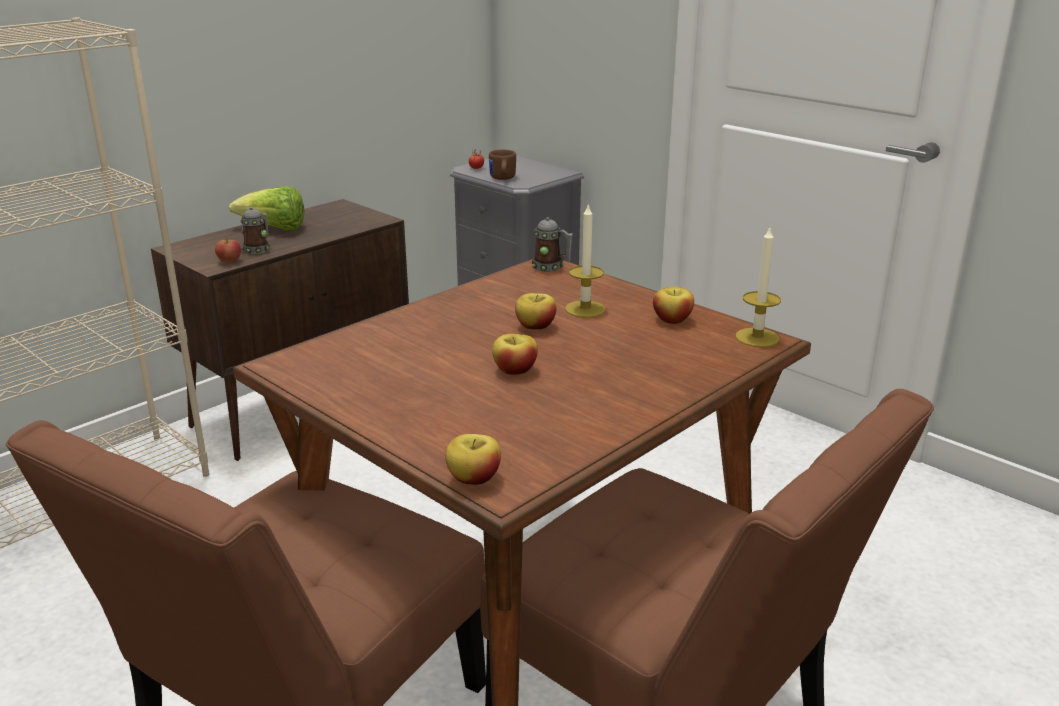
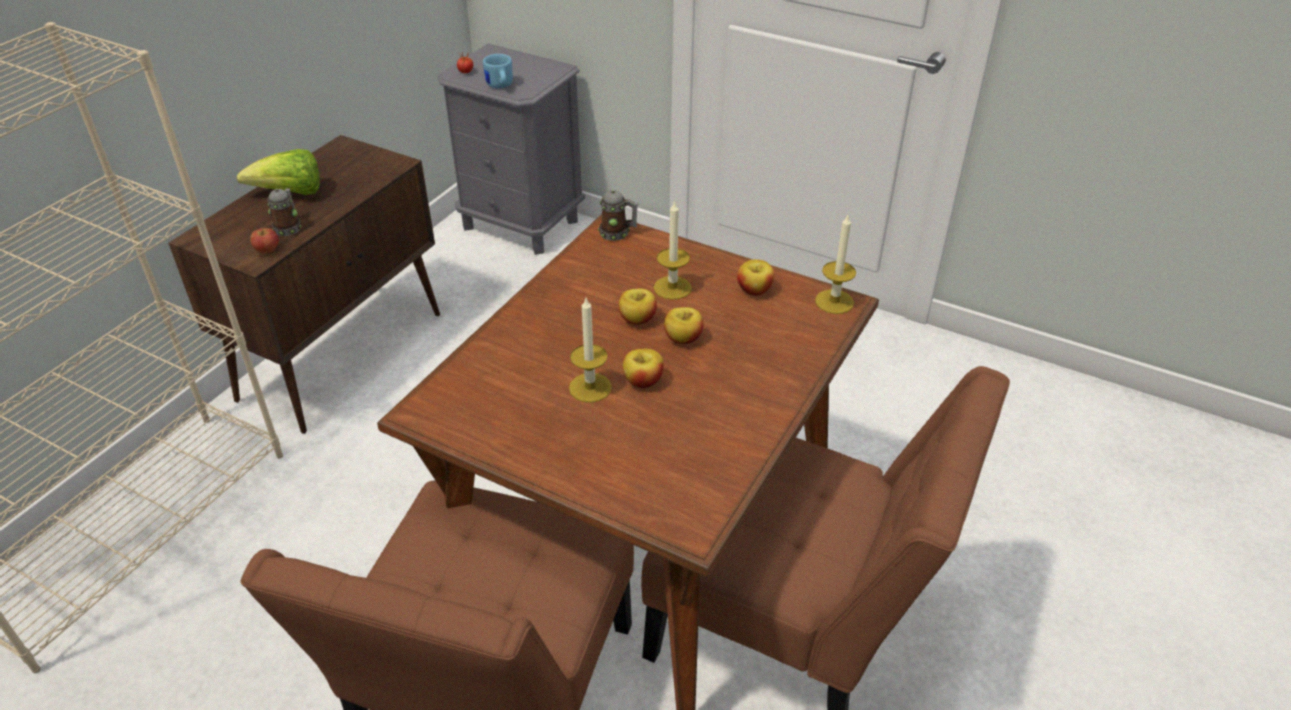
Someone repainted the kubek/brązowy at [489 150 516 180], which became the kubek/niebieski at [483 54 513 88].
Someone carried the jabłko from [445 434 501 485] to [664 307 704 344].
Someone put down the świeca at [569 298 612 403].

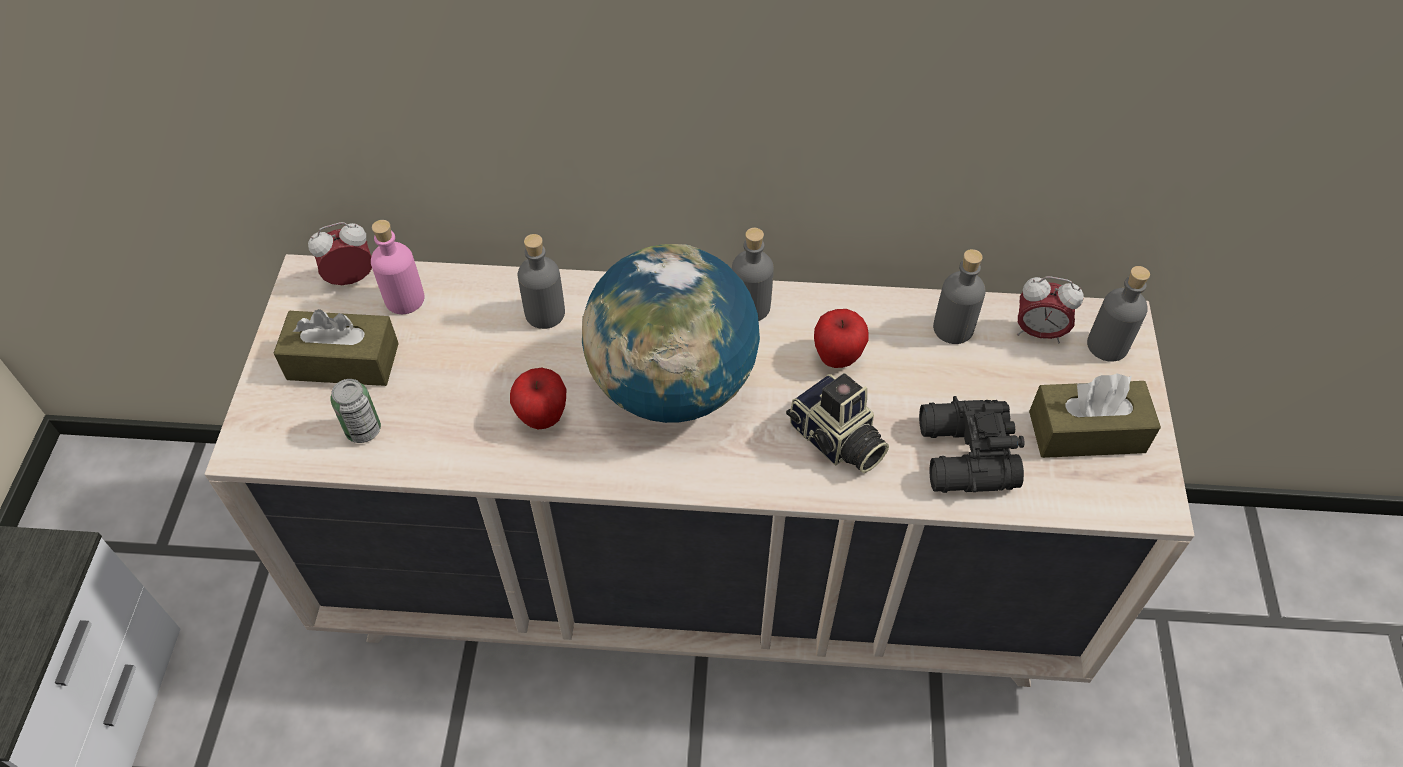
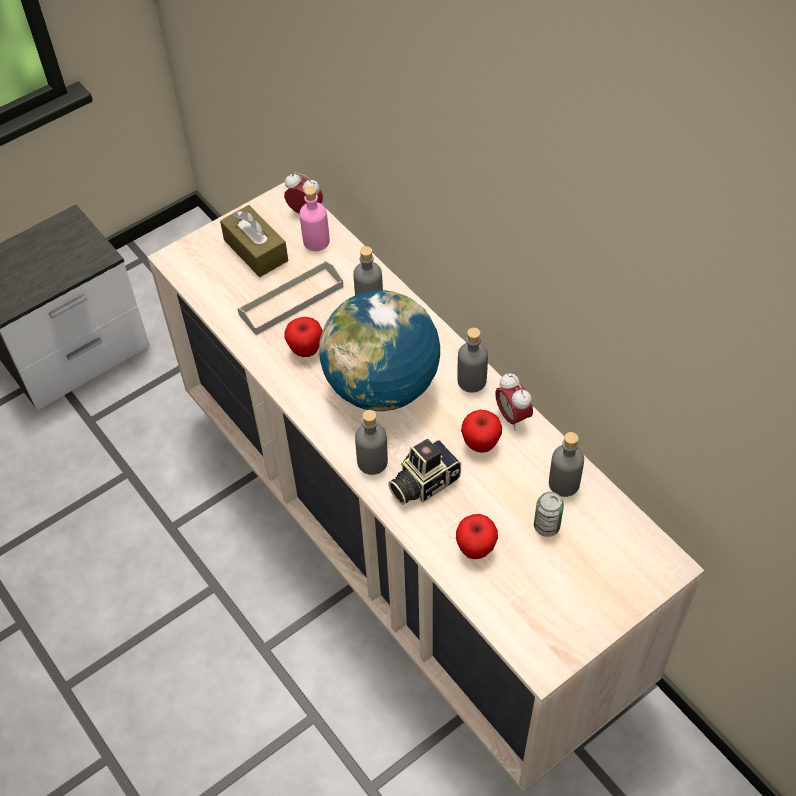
Someone carried the butelka/szary from [1087 266 1150 362] to [355 410 388 475].
Someone carried the budzik from [1017 276 1084 344] to [495 373 533 430].
Someone rotated the aparat fotograficzny at [786 373 889 473] by 45 degrees clockwise.
Someone took away the pudełko chusteczek/brązowy at [1029 373 1161 458].
Someone carried the puszka from [330 379 381 443] to [534 492 564 537].
Someone swapped the lornetka/czarny at [919 396 1025 493] for the jabłko at [456 514 498 559].
Someone put down the taca/szary at [237 261 343 335].

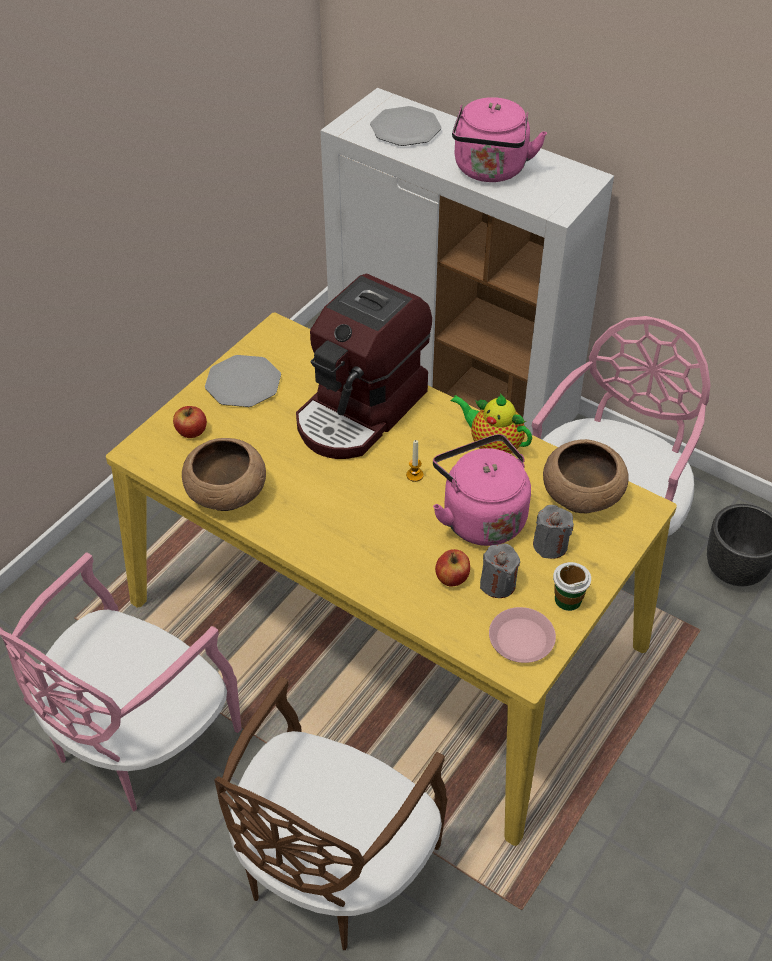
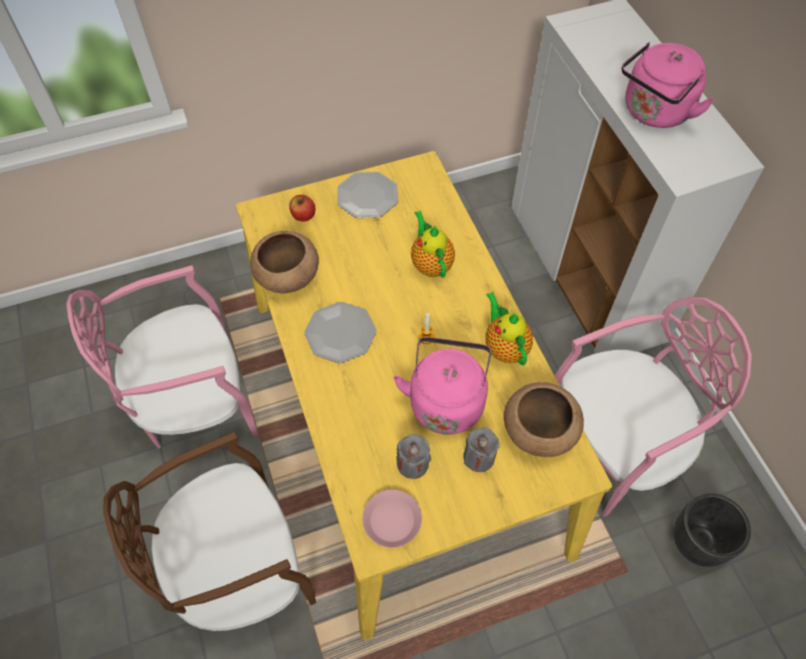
Someone carried the talerz from [370 106 442 146] to [304 302 376 363].
Someone swapped the ekspres do kawy at [296 274 432 459] for the imbryk at [411 211 455 278].
Someone took away the jabłko at [435 549 470 586].
Someone took away the filiżanka at [553 562 591 611].

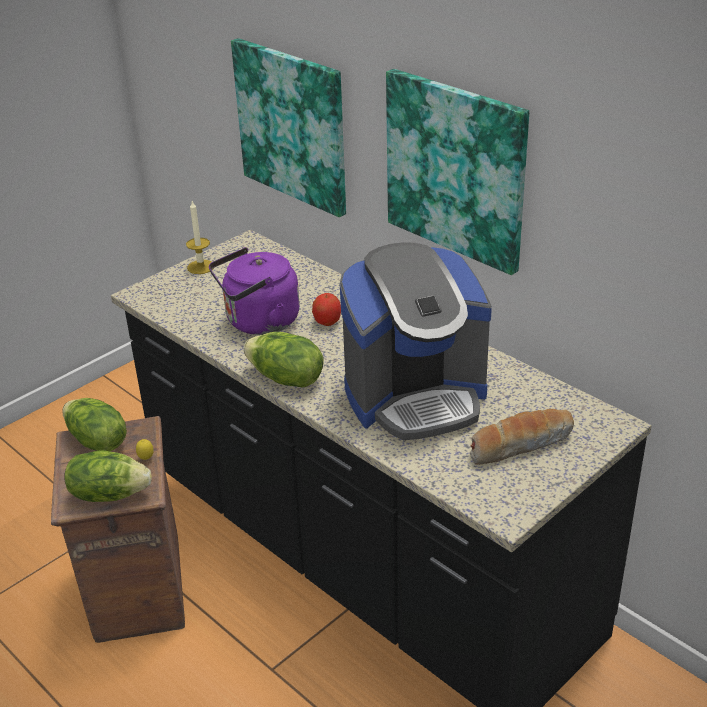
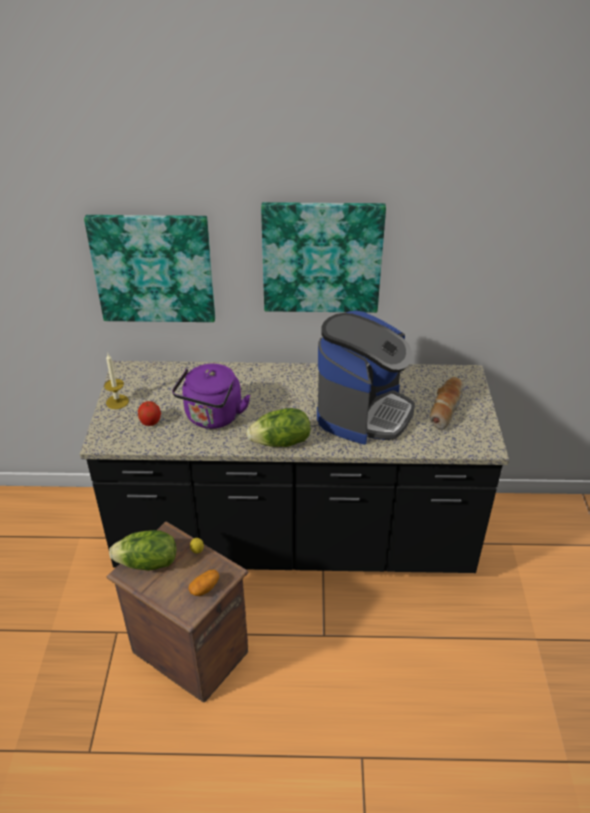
Someone carried the jabłko from [312 293 341 326] to [138 401 161 426].
Someone swapped the sałata at [64 450 152 502] for the ziemniak at [188 569 219 596].

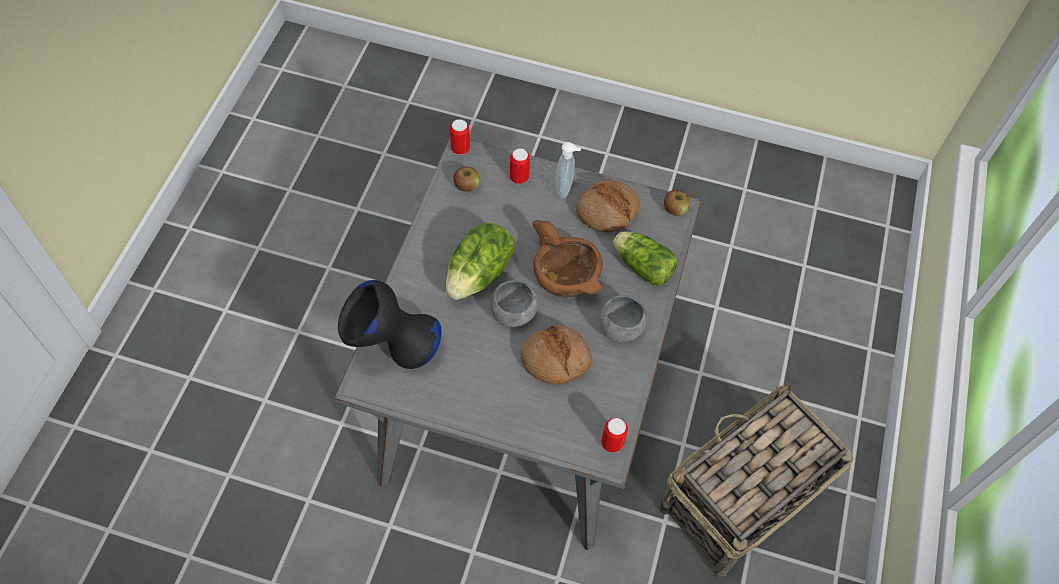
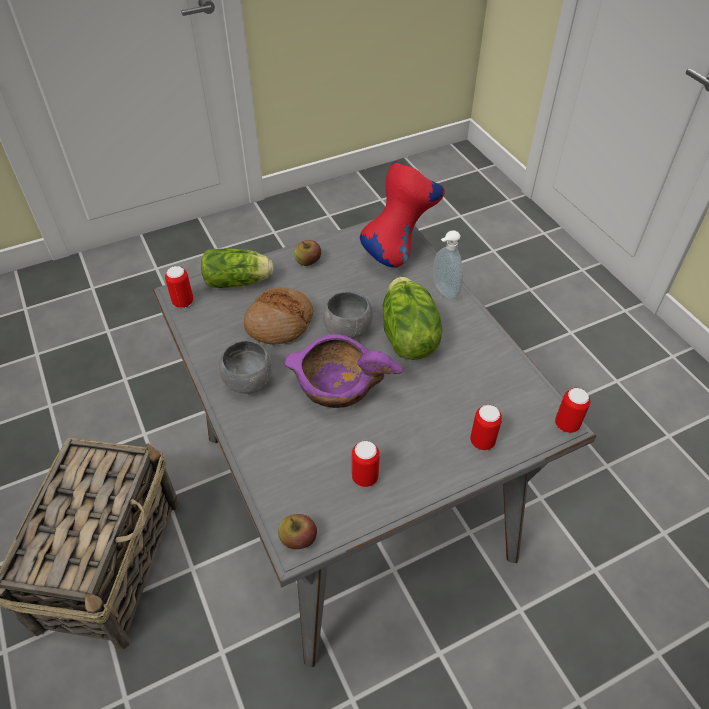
Someone carried the dozownik mydła from [556 142 581 198] to [433 230 463 299].
Someone carried the jabłko from [453 166 480 192] to [294 240 321 266].
Someone swapped the chleb at [576 180 640 233] for the puszka at [352 441 380 487].
Someone repainted the miska/brązowy at [532 220 603 297], which became the miska/fioletowy at [284 334 403 408].
Someone carried the sałata from [613 231 678 286] to [201 248 274 288].
Someone repainted the wazon/czarny at [338 280 442 369], which became the wazon/czerwony at [360 161 445 268].

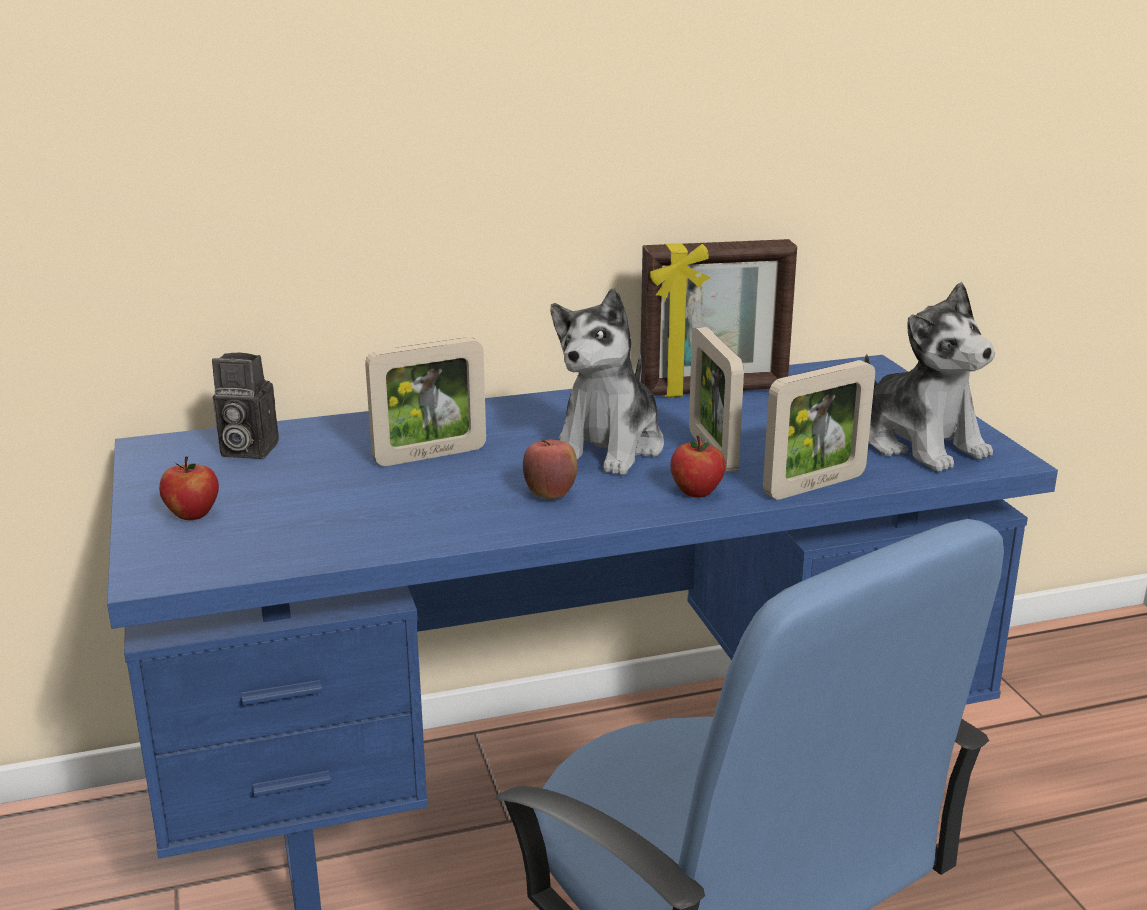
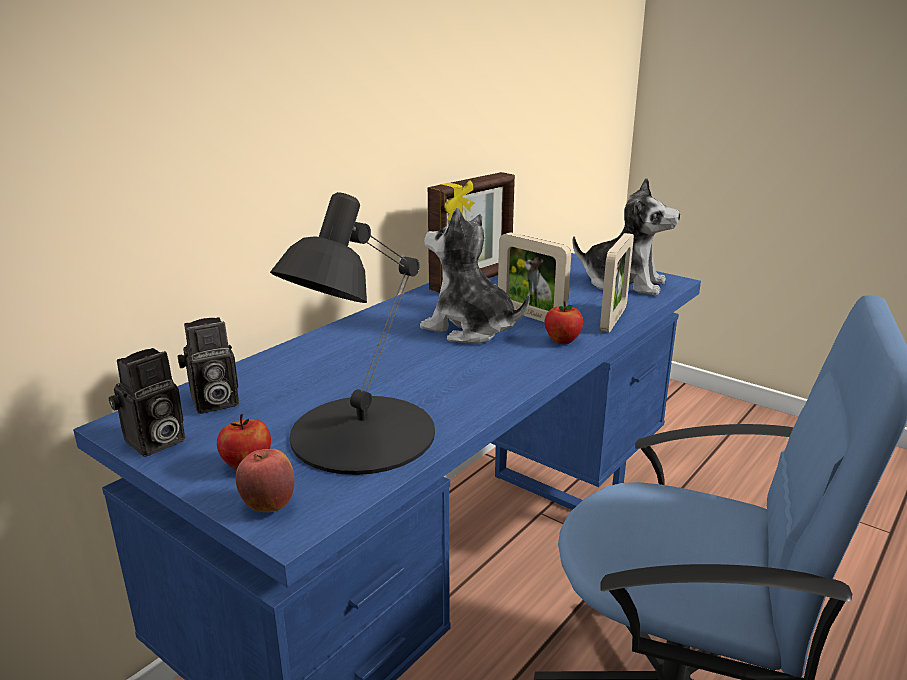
Someone rotated the pluszak at [551 288 664 475] by 135 degrees clockwise.
Someone took away the ramka na zdjęcie at [365 337 486 466].
Someone carried the jabłko from [523 439 578 499] to [236 449 294 512].
Someone put down the lampa stołowa/czarny at [270 192 435 475].
Someone put down the aparat fotograficzny at [109 348 185 457].

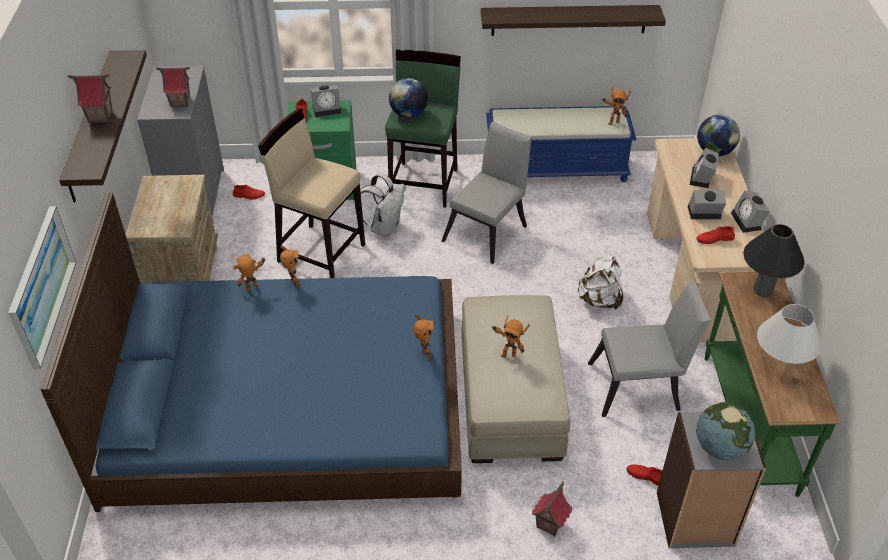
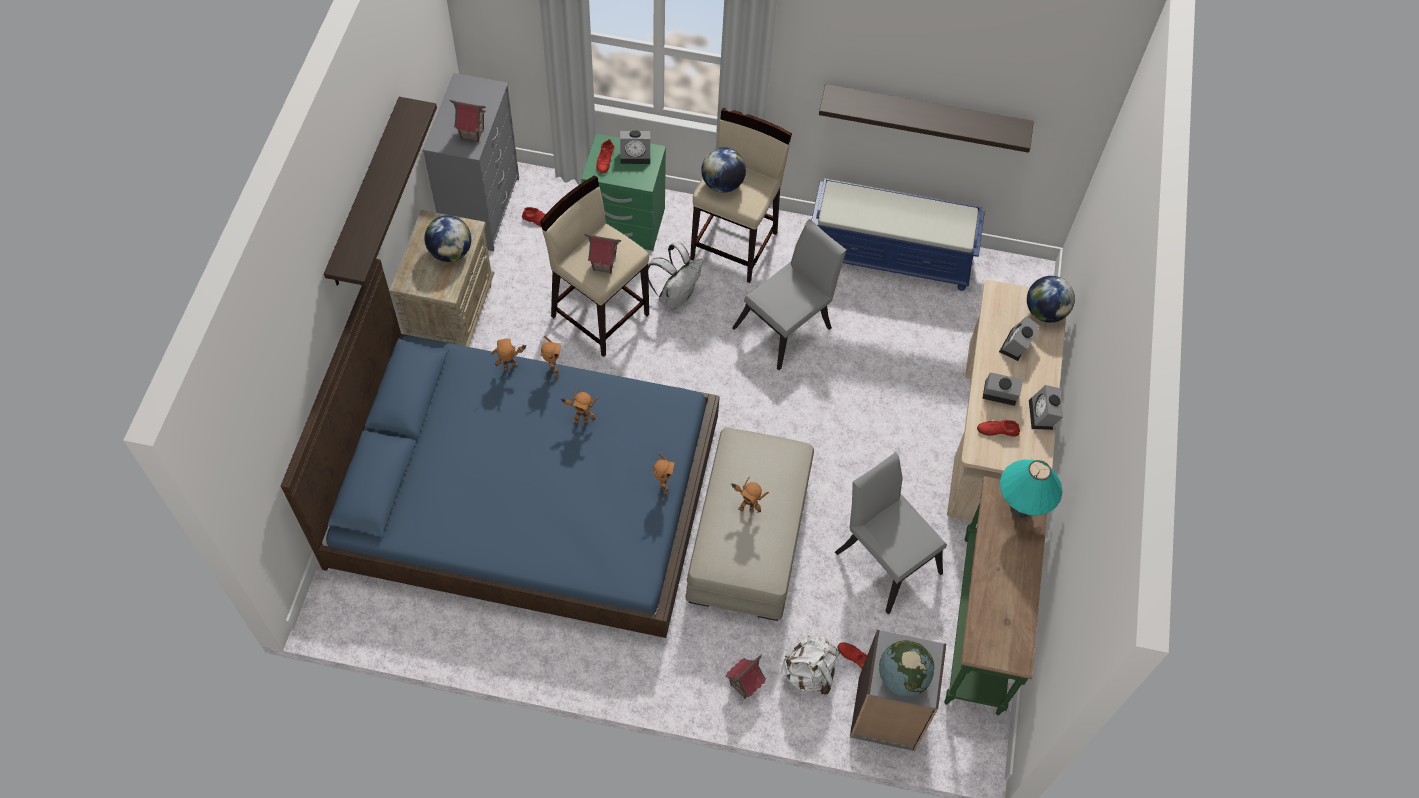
Someone repainted the stołek/zielony at [385 49 461 208], which became the stołek/beżowy at [690 108 792 283].
Someone carried the domek from [68 74 113 123] to [584 234 621 274].
Someone carried the robot zabawkowy from [602 87 631 125] to [560 388 599 424].
Someone took away the obraz at [8 206 76 369].
Someone repainted the lampa stołowa/czarny at [743 224 805 297], which became the lampa stołowa/turkusowy at [1000 460 1063 518].
Someone carried the plecak/biały from [577 252 623 309] to [781 636 840 695].
Someone rotated the krzesło/szary at [588 281 711 417] by 135 degrees counterclockwise.
Someone took away the lampa stołowa/biały at [757 304 821 364].
Someone put down the globus at [424 215 471 262].

